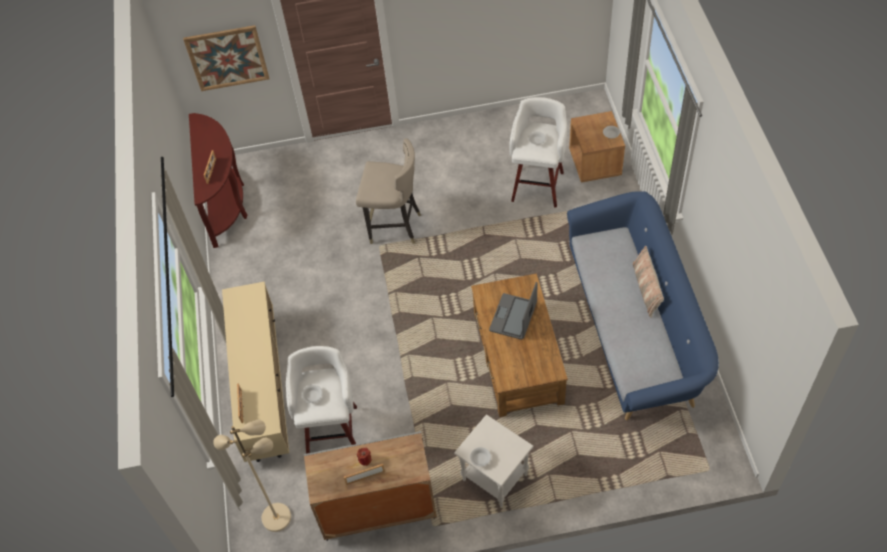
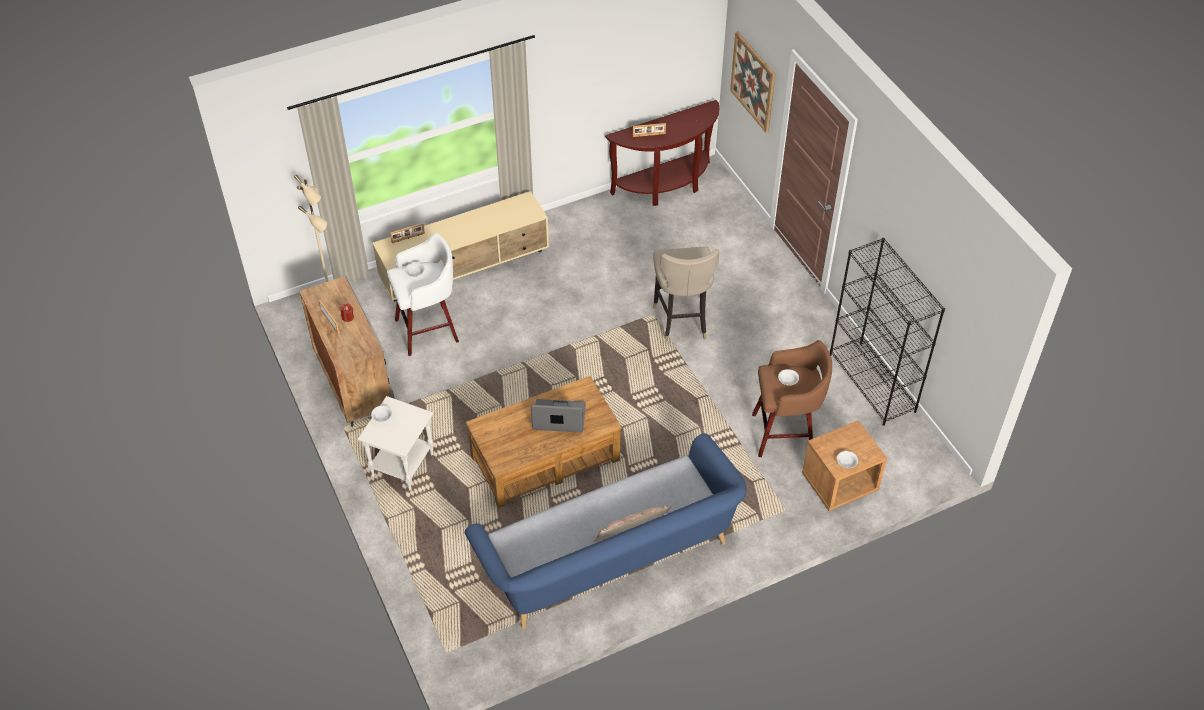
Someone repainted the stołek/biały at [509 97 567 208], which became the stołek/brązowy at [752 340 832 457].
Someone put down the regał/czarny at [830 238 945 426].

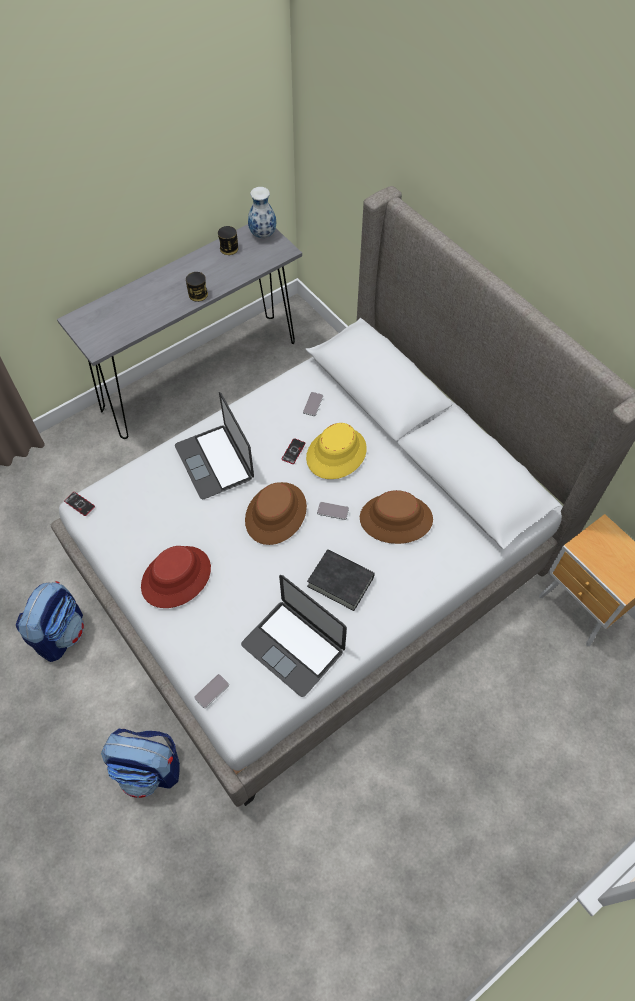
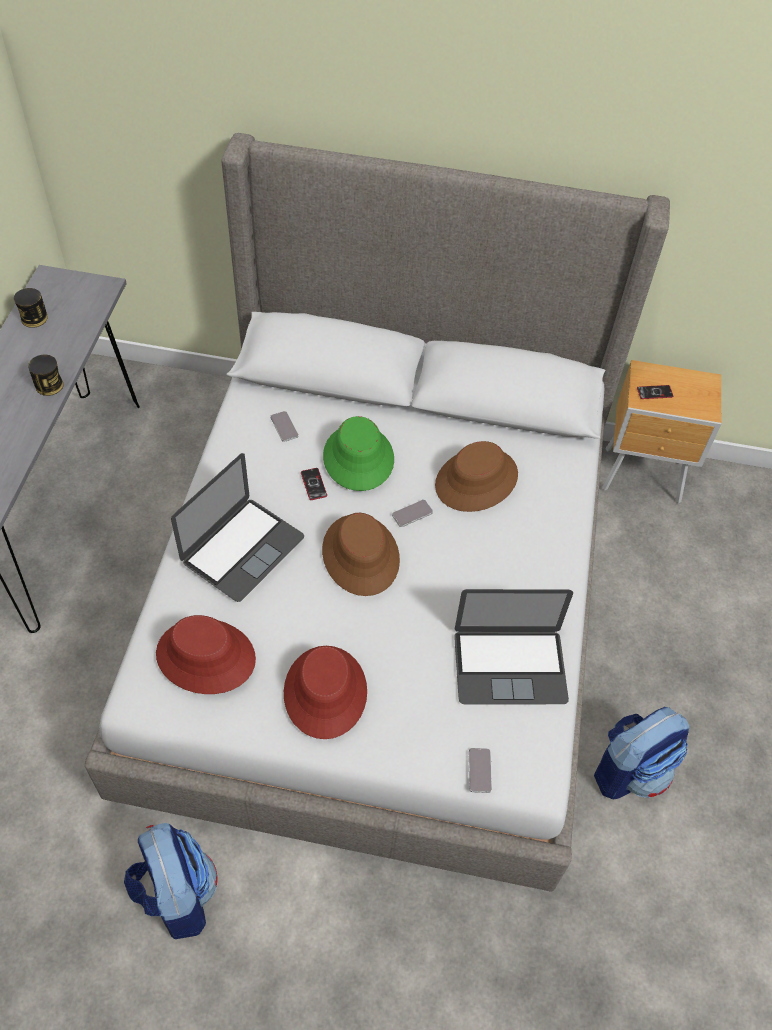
Someone took away the wazon at [248 187 276 238].
Someone rotated the laptop at [175 392 254 499] by 75 degrees counterclockwise.
Someone repainted the kapelusz/żółty at [306 423 367 479], which became the kapelusz/zielony at [323 416 394 491].
Someone carried the telefon from [64 492 95 516] to [637 385 673 399].
Someone took away the książka/czarny at [307 549 375 611].
Someone carried the plecak from [101 729 180 798] to [594 707 689 799].
Someone put down the kapelusz/czerwony at [156 615 256 694].

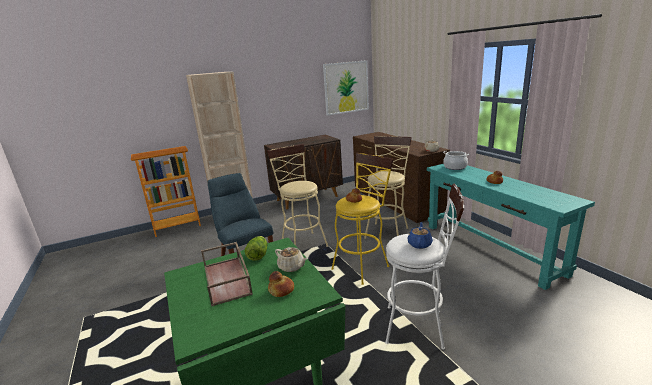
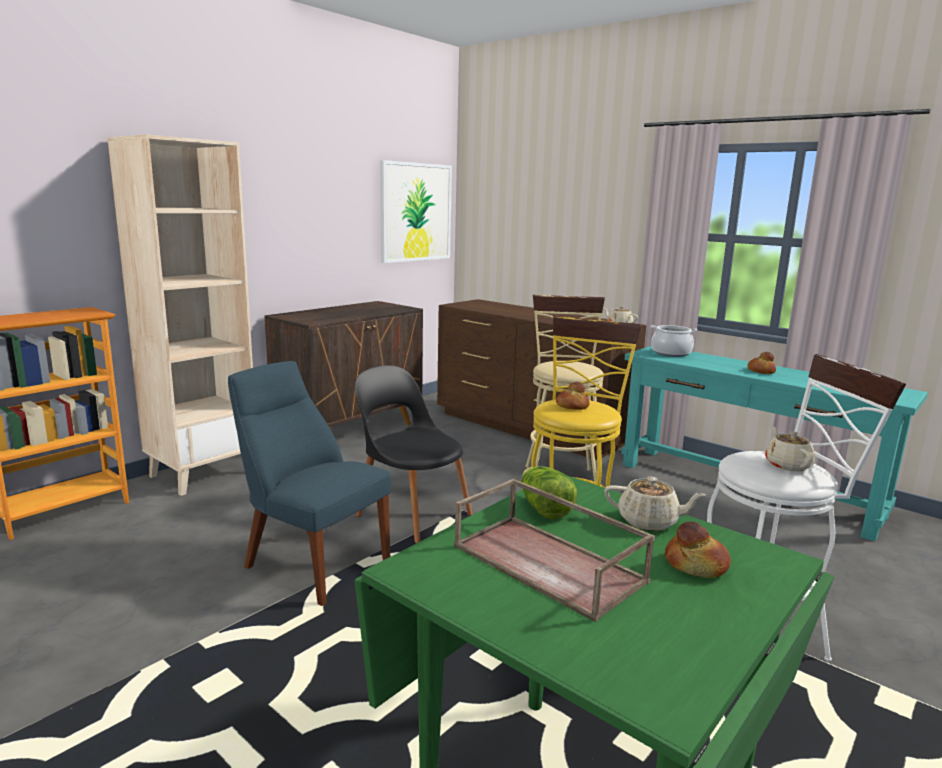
Someone swapped the stołek/beżowy at [267 144 328 247] for the krzesło/czarny at [355 365 473 543].
Someone repainted the imbryk/niebieski at [407 222 433 249], which became the imbryk/beżowy at [765 426 815 472].

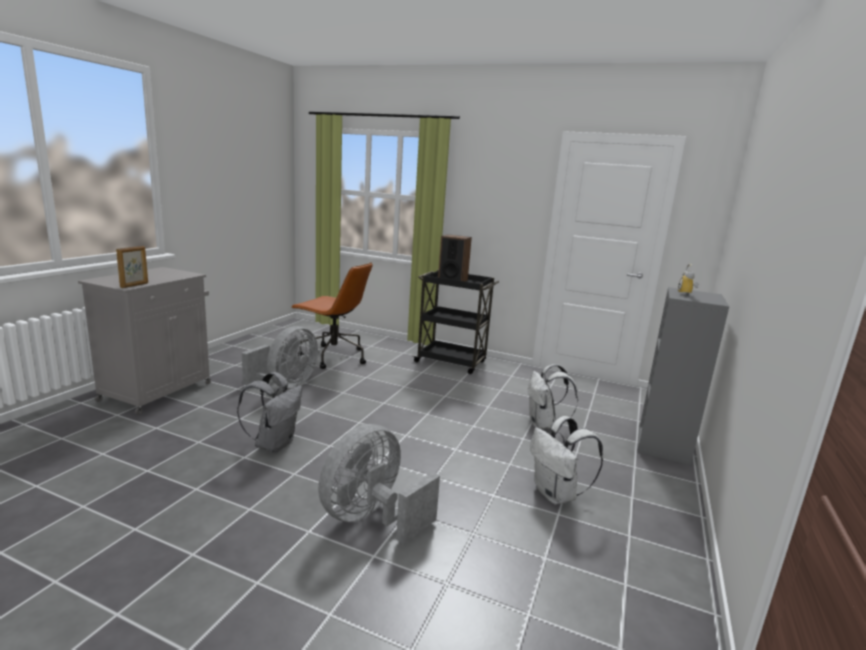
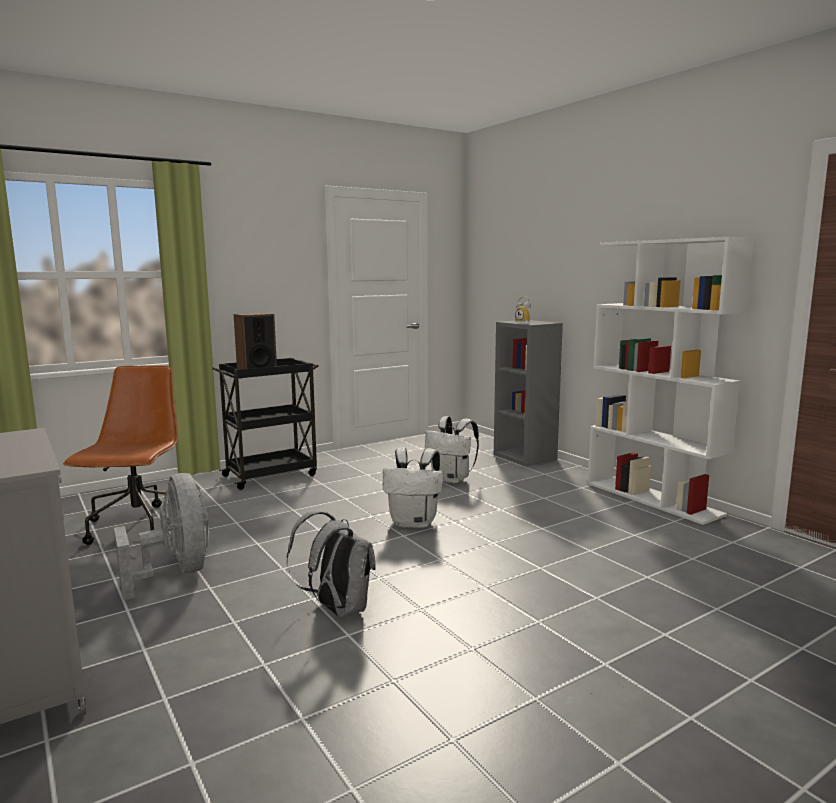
Someone took away the ramka na zdjęcie at [116 246 148 288].
Someone rotated the krzesło biurowe/brązowy at [291 262 373 369] by 60 degrees counterclockwise.
Someone carried the plecak/biały from [530 416 603 505] to [383 448 443 528].
Someone took away the wentylator/szary at [318 424 440 544].
Someone put down the regał/biały at [588 237 754 525].

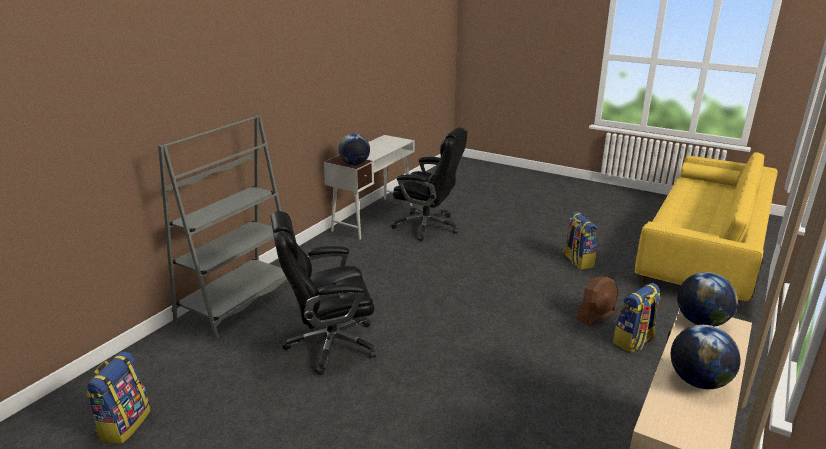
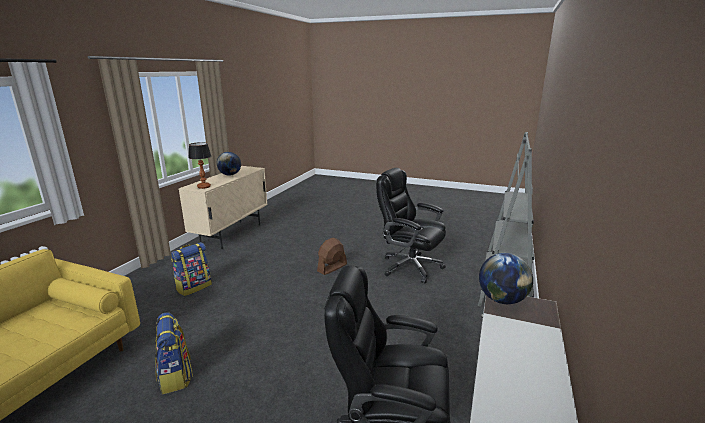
Someone rotated the krzesło biurowe/czarny at [270 211 376 375] by 120 degrees counterclockwise.
Someone swapped the globus at [677 272 738 327] for the lampa stołowa at [188 142 211 189].
Someone carried the wentylator/brązowy from [576 277 618 326] to [317 238 347 275].
Someone took away the plecak at [86 352 151 444].

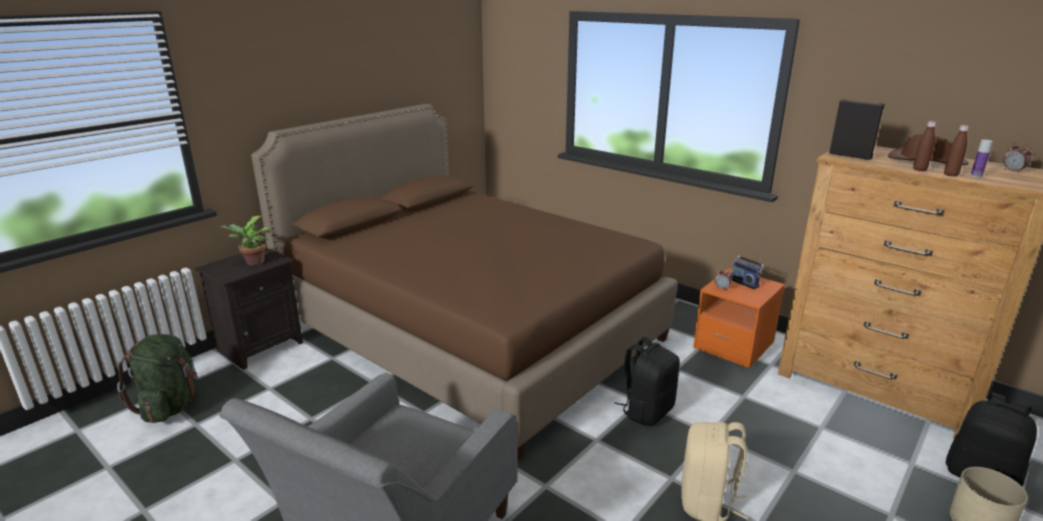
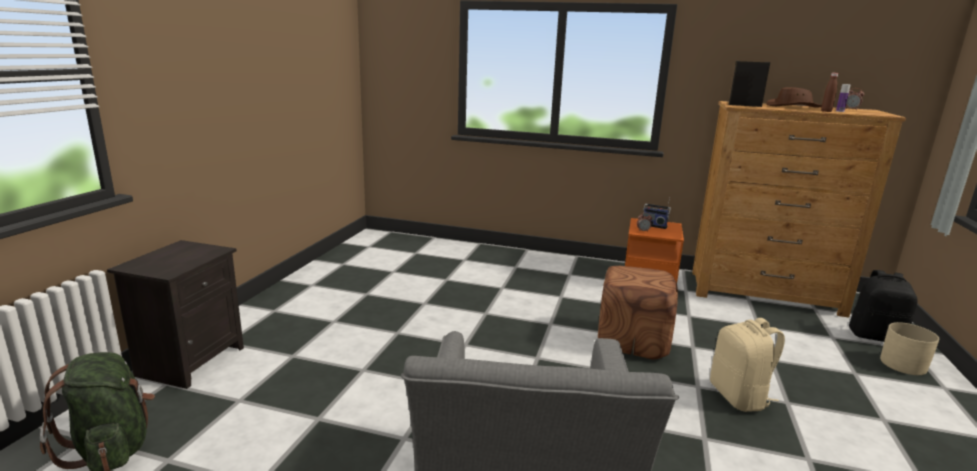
Someone took away the łóżko/brązowy at [251 104 678 460].
Someone took away the butelka/brązowy at [913 121 937 171].
Someone took away the roślina doniczkowa at [221 216 272 266].
Someone swapped the plecak/czarny at [614 337 680 426] for the pufa/brązowy at [598 266 678 359].

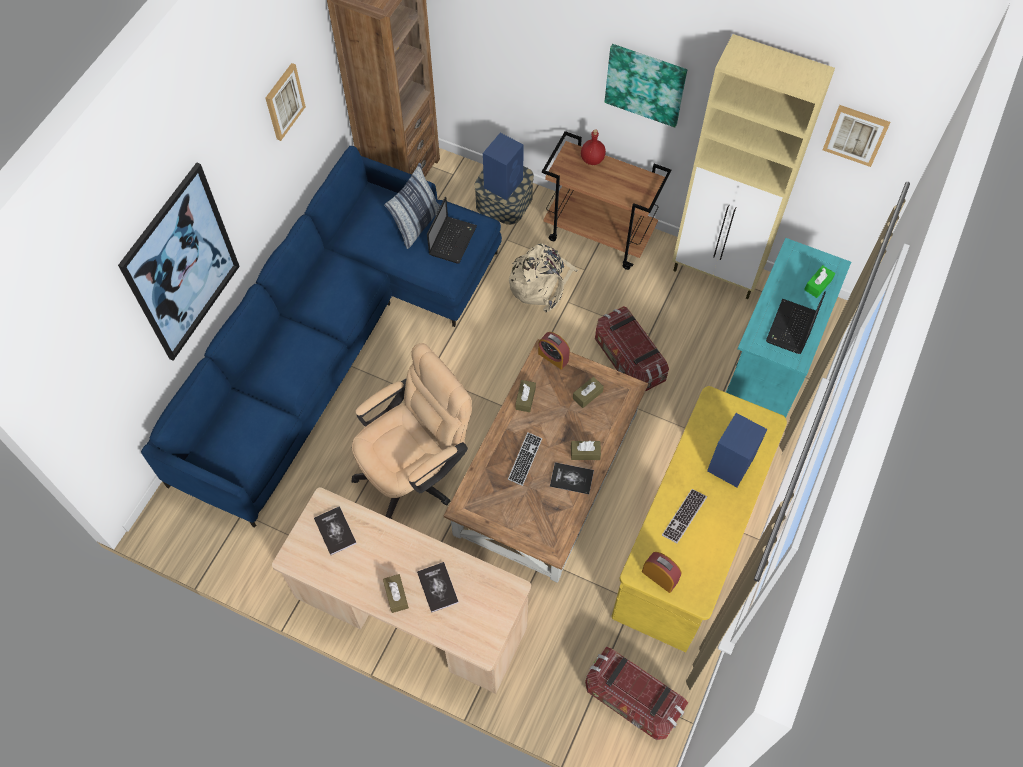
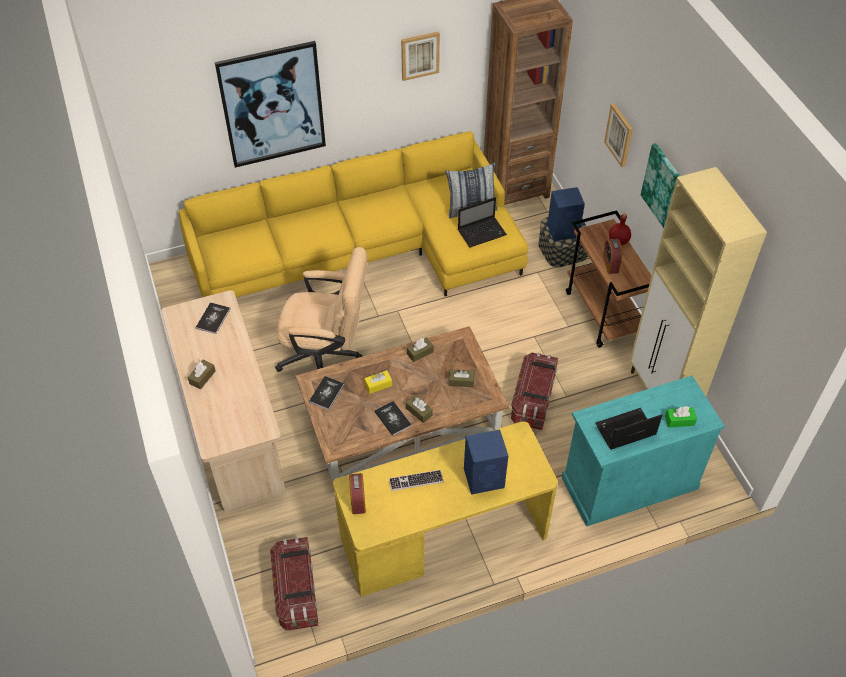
Someone carried the obraz from [823 105 890 167] to [604 104 633 167].
Someone repainted the kanapa/niebieski at [141 146 502 528], which became the kanapa/żółty at [179 131 528 297].
Someone took away the plecak/beżowy at [509 243 578 313].
Someone carried the budzik from [538 332 570 369] to [603 239 622 274].
Someone swapped the klawiatura at [508 432 542 486] for the pudełko chusteczek/żółty at [364 370 392 394].
Someone carried the książka from [417 562 459 613] to [309 376 344 410].

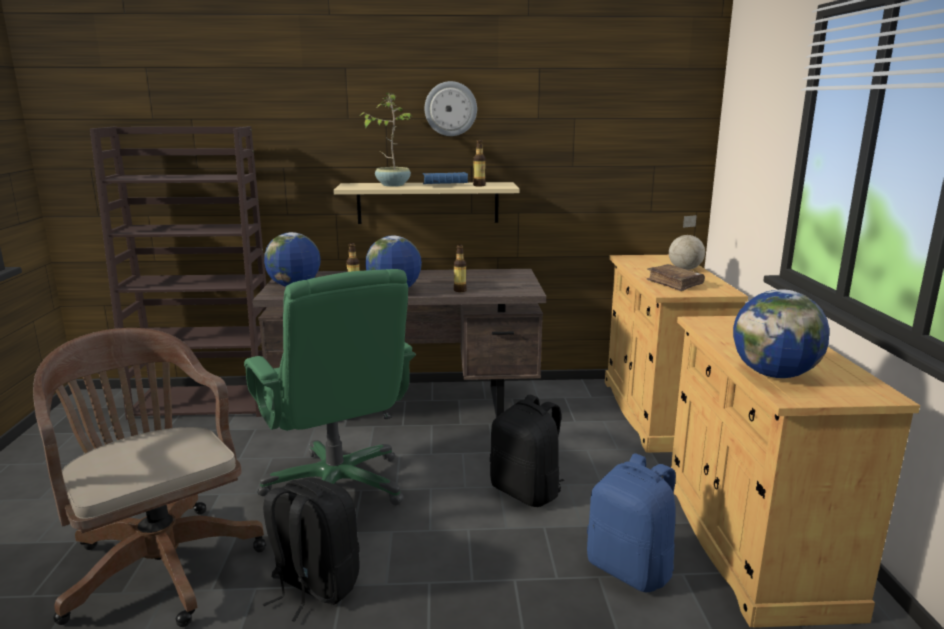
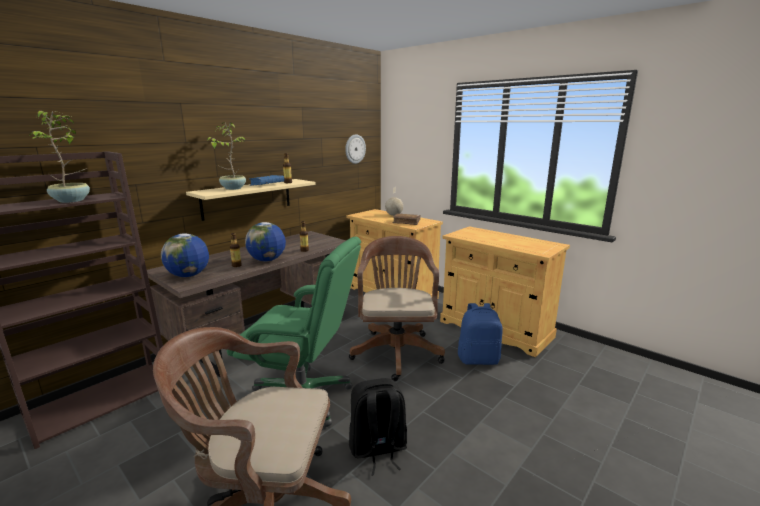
Someone carried the zegar ścienny from [425 81 477 136] to [345 134 366 164].
Someone took away the globus at [733 289 829 378].
Someone swapped the plecak/czarny at [490 395 564 507] for the krzesło biurowe/brązowy at [349 236 445 381].
Someone put down the roślina doniczkowa at [29 111 90 203].

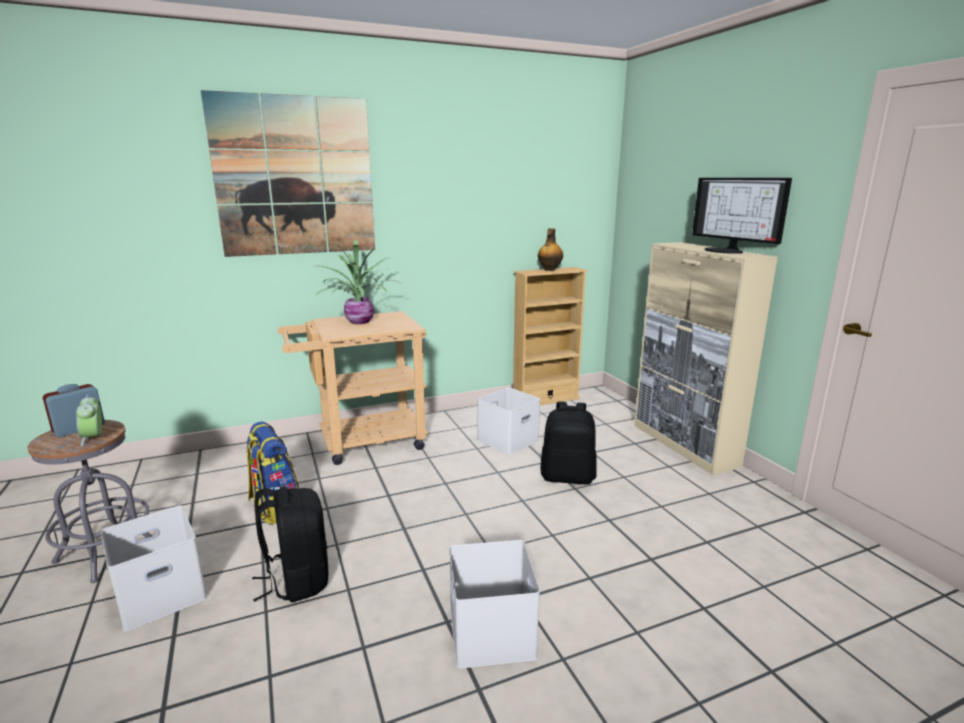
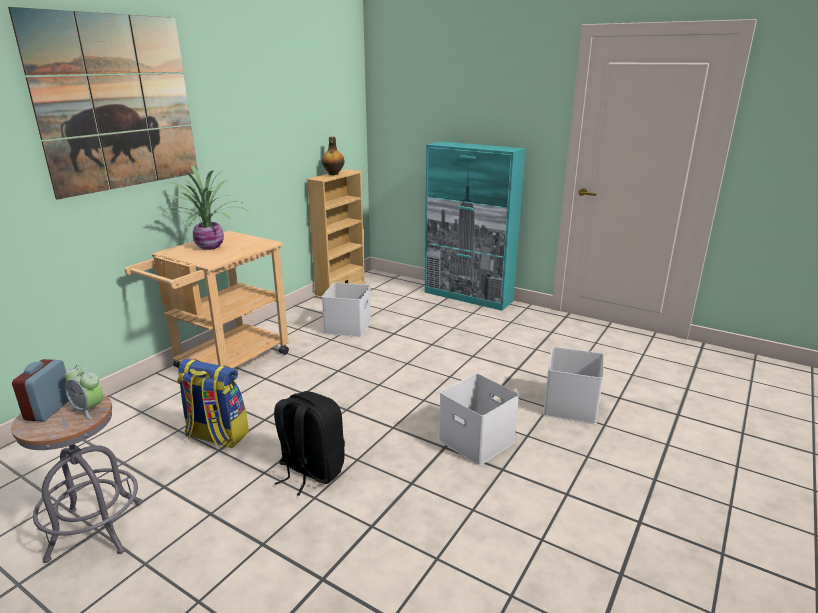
Someone took away the monitor at [692 178 792 254].
Someone repainted the szafka/beżowy at [634 242 778 475], which became the szafka/turkusowy at [425 141 526 311].
Someone took away the plecak/czarny at [540 401 597 485].
Someone carried the pojemnik do przechowywania/biały from [101 505 207 632] to [543 347 604 424].

